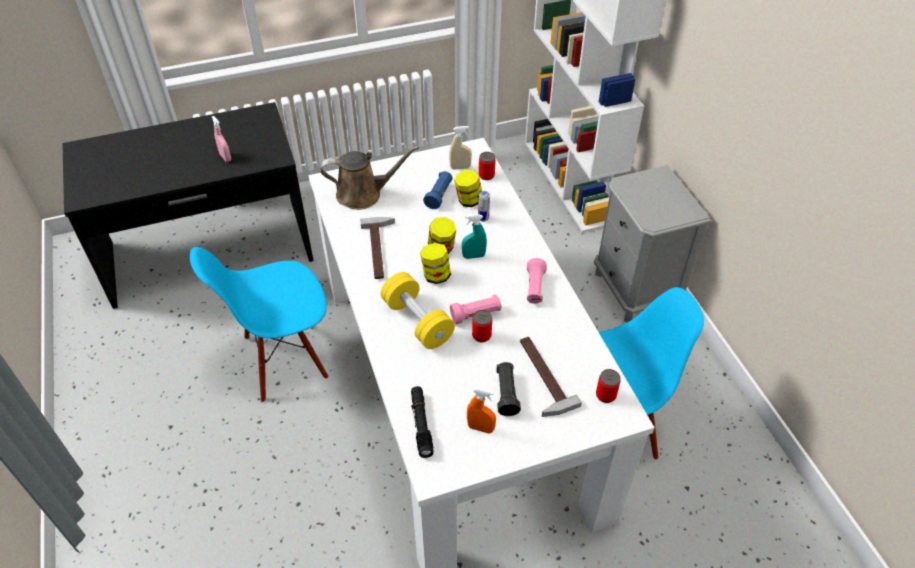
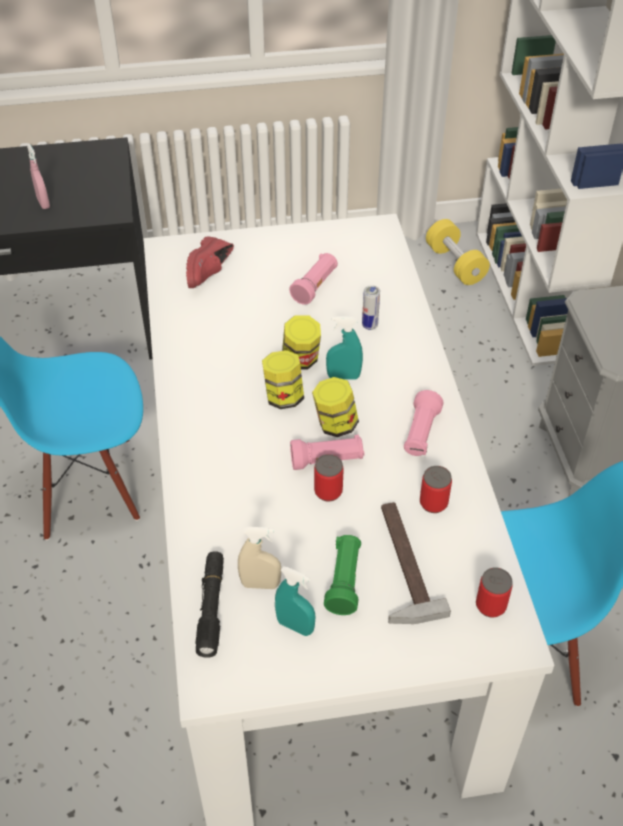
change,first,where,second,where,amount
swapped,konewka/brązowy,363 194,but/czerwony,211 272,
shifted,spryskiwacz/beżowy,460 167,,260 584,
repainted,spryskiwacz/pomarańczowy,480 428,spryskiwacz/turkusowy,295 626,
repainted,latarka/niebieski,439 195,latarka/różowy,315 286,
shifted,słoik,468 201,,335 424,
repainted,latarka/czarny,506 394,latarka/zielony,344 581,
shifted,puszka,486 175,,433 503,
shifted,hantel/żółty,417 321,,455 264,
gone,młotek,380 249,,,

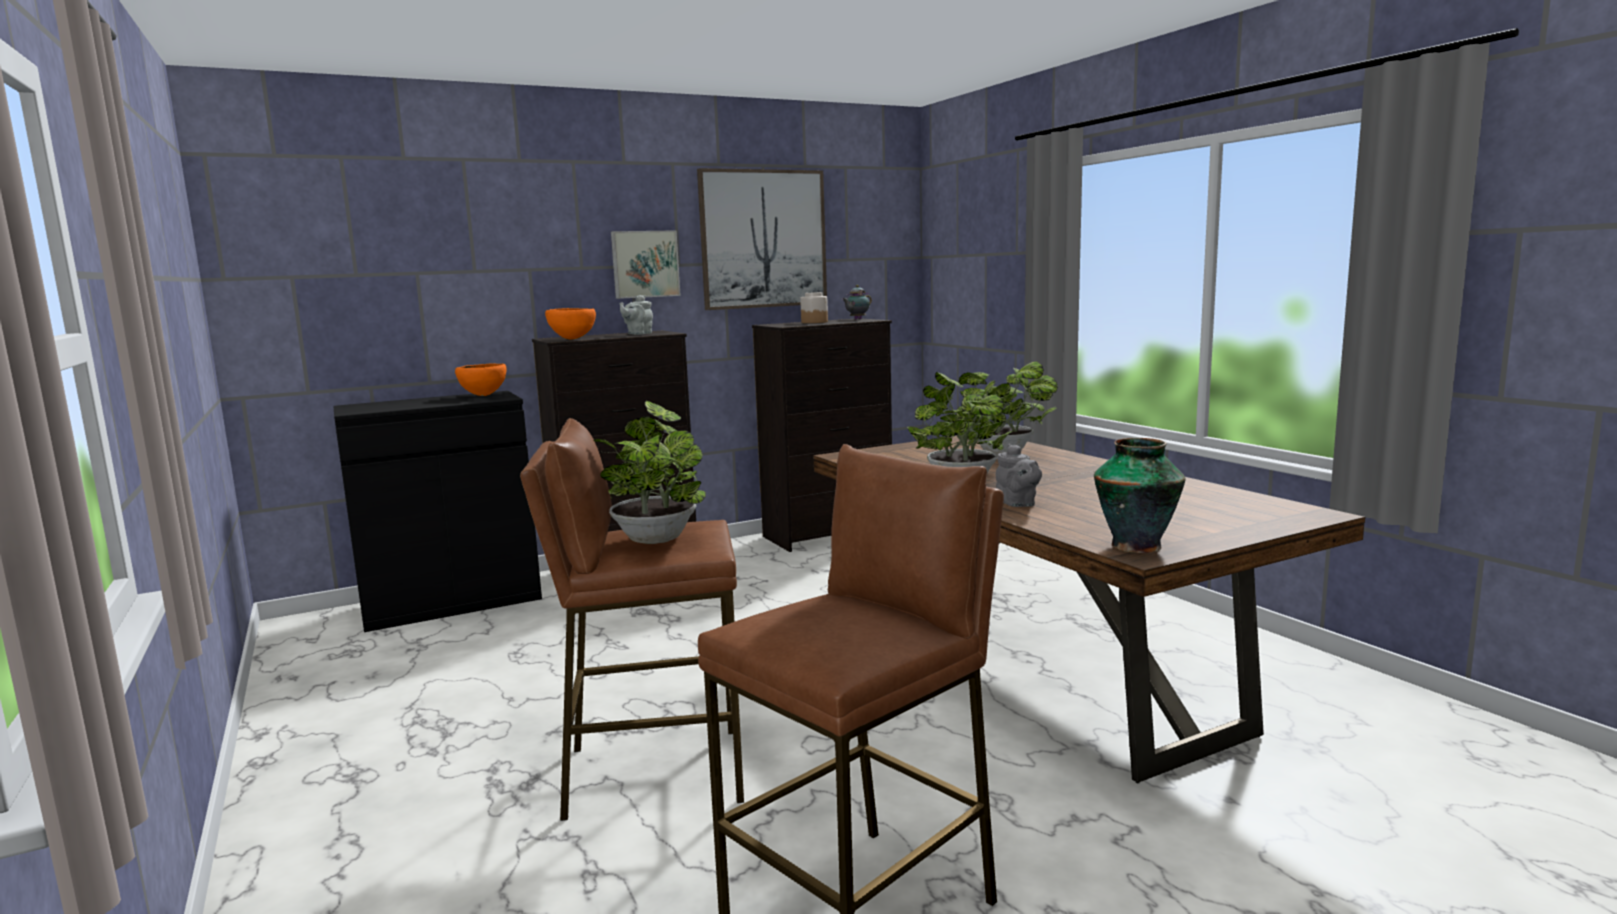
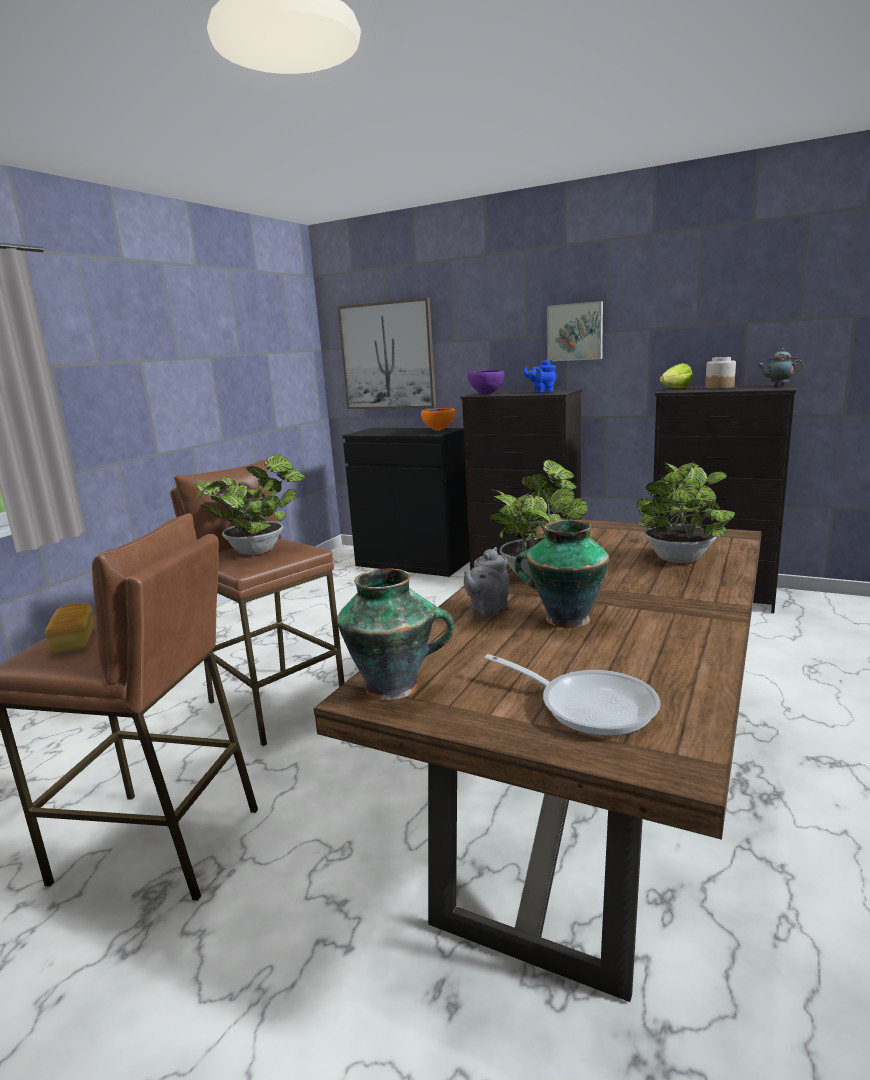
change,first,where,second,where,amount
new,,,chleb,74 641,
shifted,obraz,763 239,,387 356,
repainted,miska/pomarańczowy,572 339,miska/fioletowy,486 394,
new,,,patelnia,588 705,
new,,,wazon,565 619,
repainted,imbryk/szary,638 334,imbryk/niebieski,542 392,
new,,,sałata,672 389,

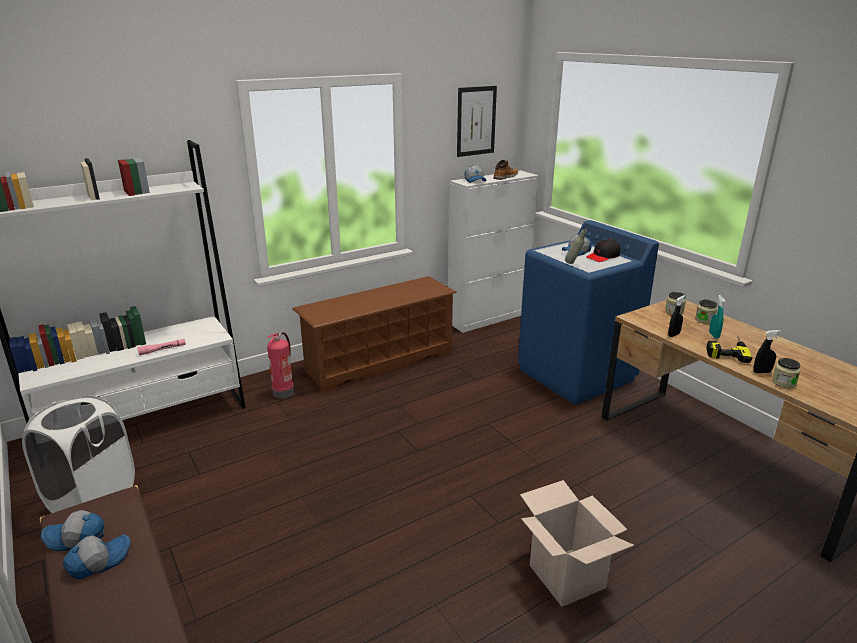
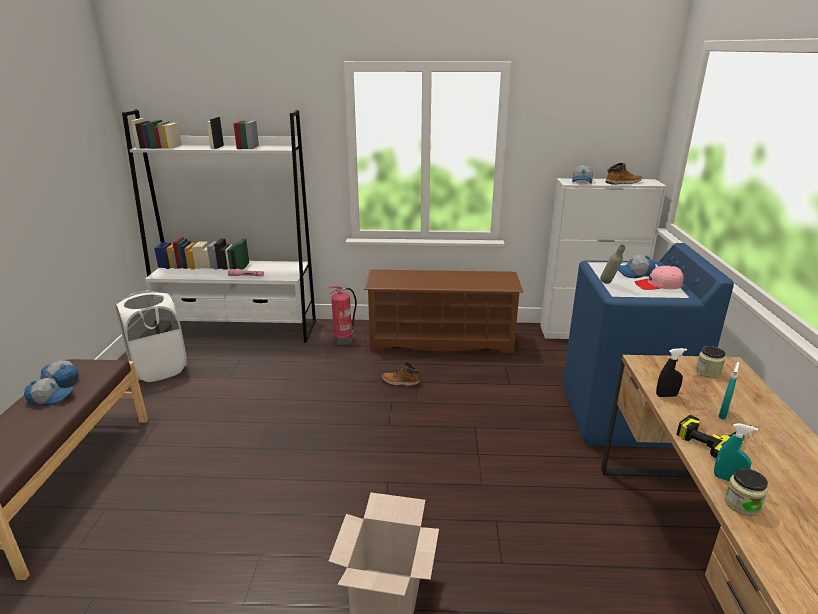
change,first,where,second,where,amount
new,,,but z cholewką,400 382,
repainted,czapka z daszkiem/czarny,603 256,czapka z daszkiem/różowy,658 285,
repainted,spryskiwacz/czarny,762 372,spryskiwacz/turkusowy,728 479,
gone,obraz,476 121,,,
gone,słoik,704 320,,,

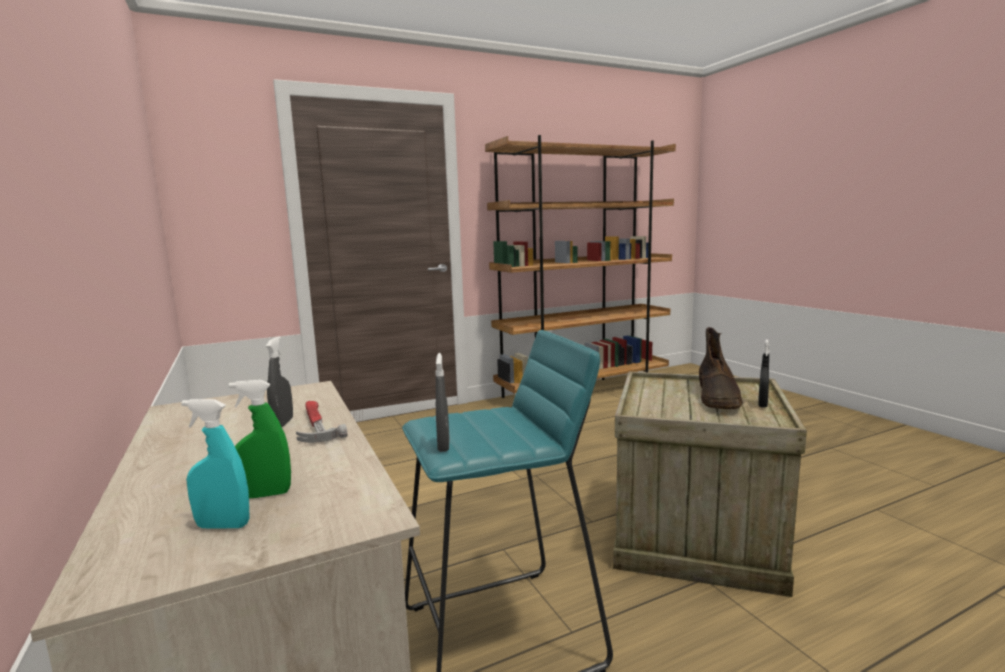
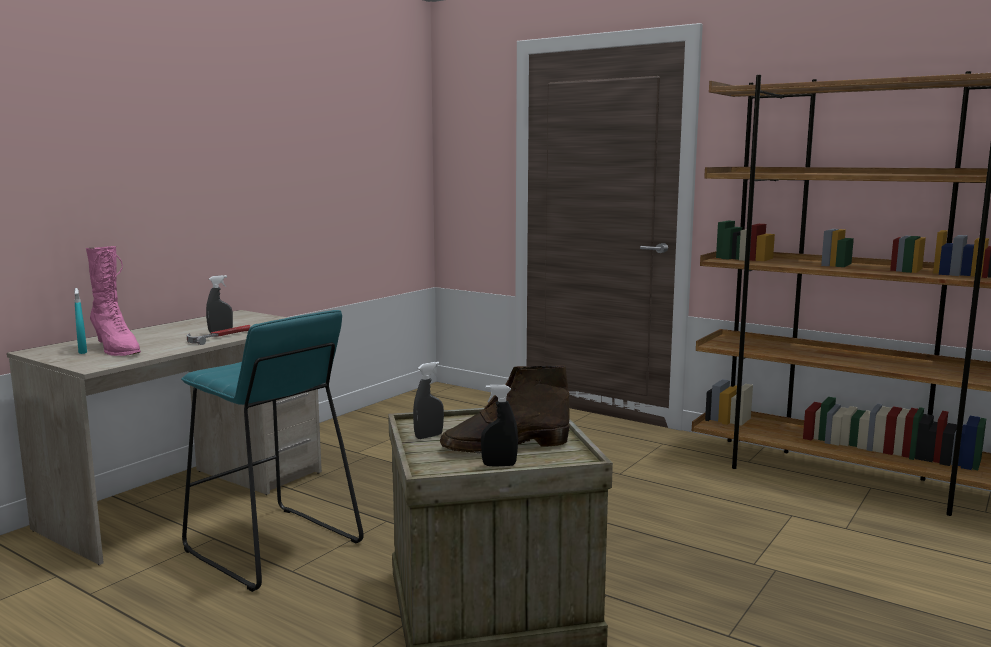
change,first,where,second,where,amount
swapped,spryskiwacz/zielony,265 494,but z cholewką/różowy,116 349,
shifted,spryskiwacz/szary,443 445,,429 436,

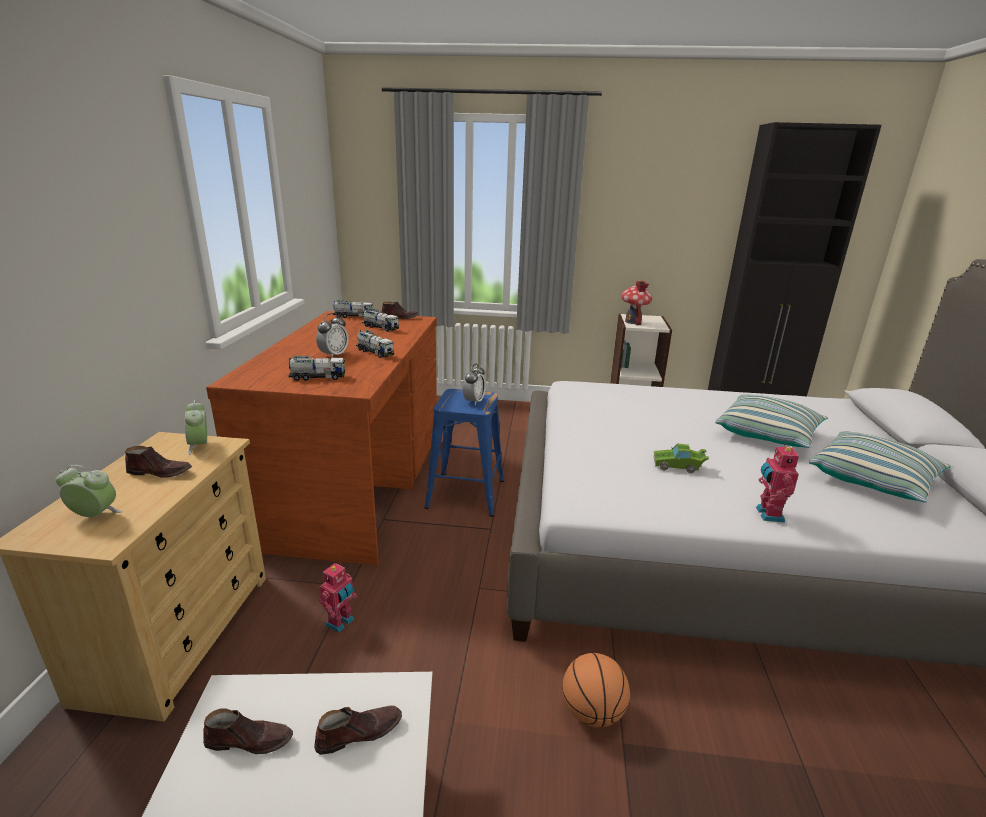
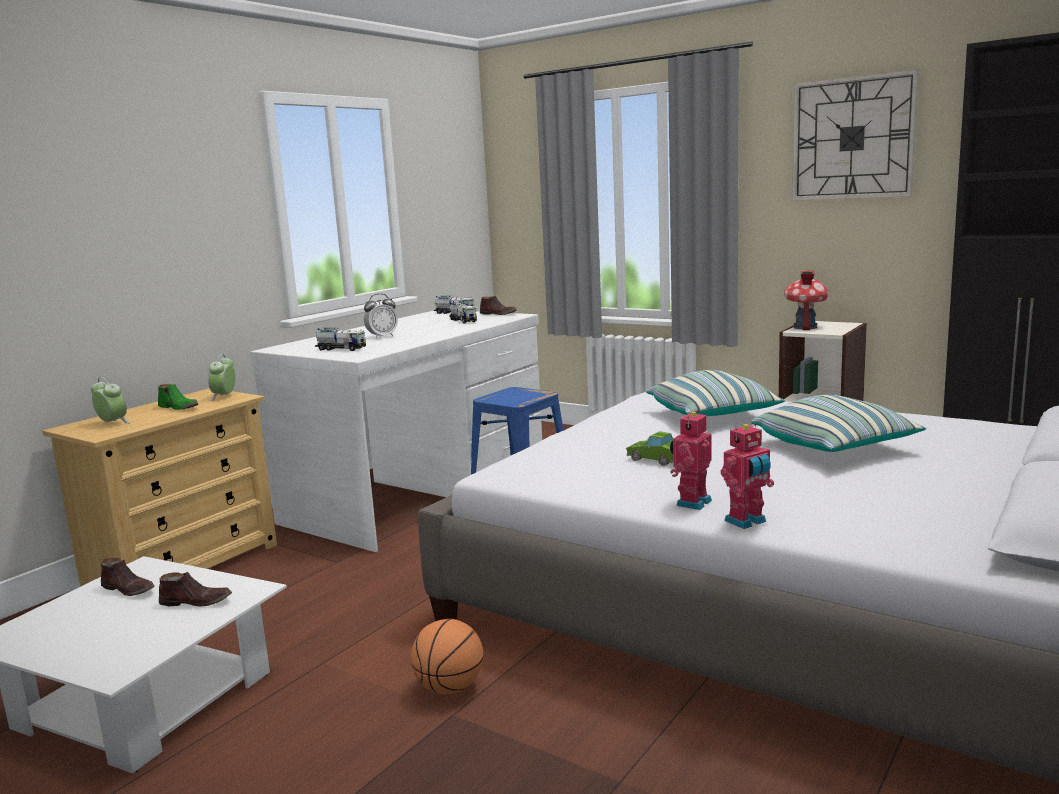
change,first,where,second,where,amount
repainted,but/brązowy,160 472,but/zielony,179 407,
repainted,biurko/brązowy,356 486,biurko/biały,420 493,
shifted,poduszka,873 480,,713 415,
shifted,robot zabawkowy,341 623,,747 522,
new,,,zegar ścienny,852 138,
gone,ciężarówka zabawkowa,375 352,,,
gone,budzik,474 401,,,

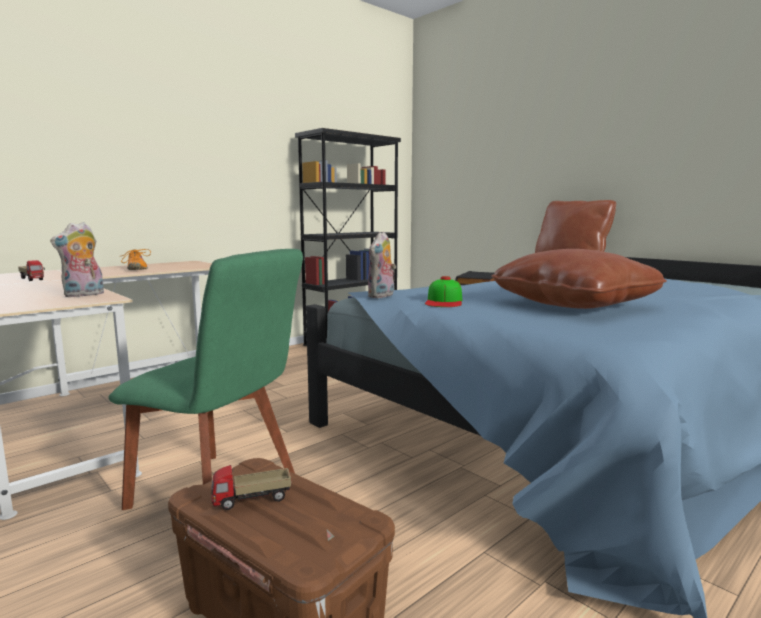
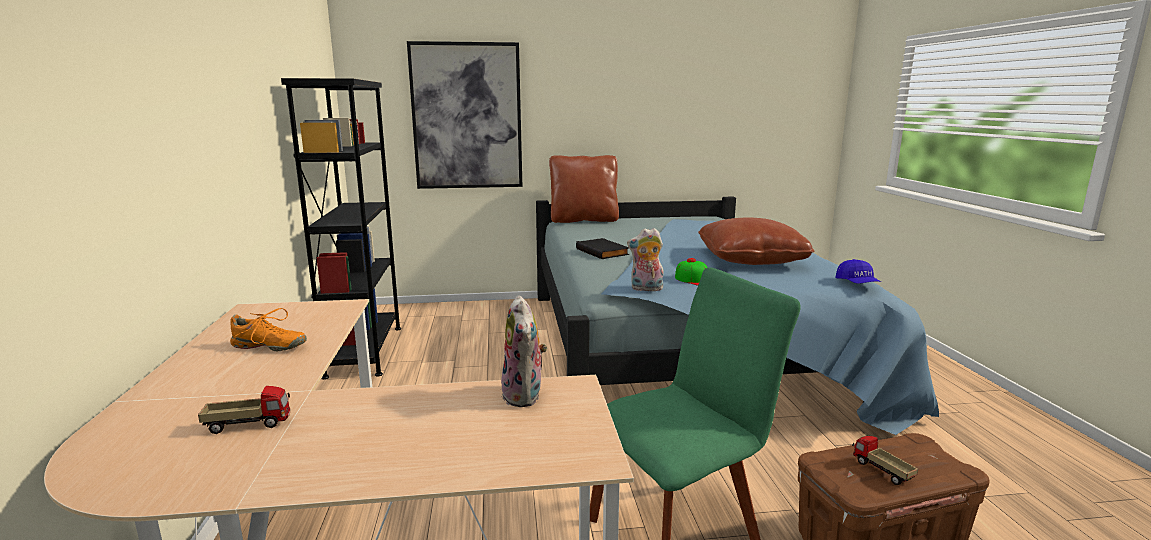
change,first,where,second,where,amount
new,,,obraz,467 116,
rotated,pluszak,382 296,,646 289,120 degrees clockwise
new,,,czapka z daszkiem/niebieski,857 284,
rotated,ciężarówka zabawkowa,252 500,,881 471,135 degrees clockwise

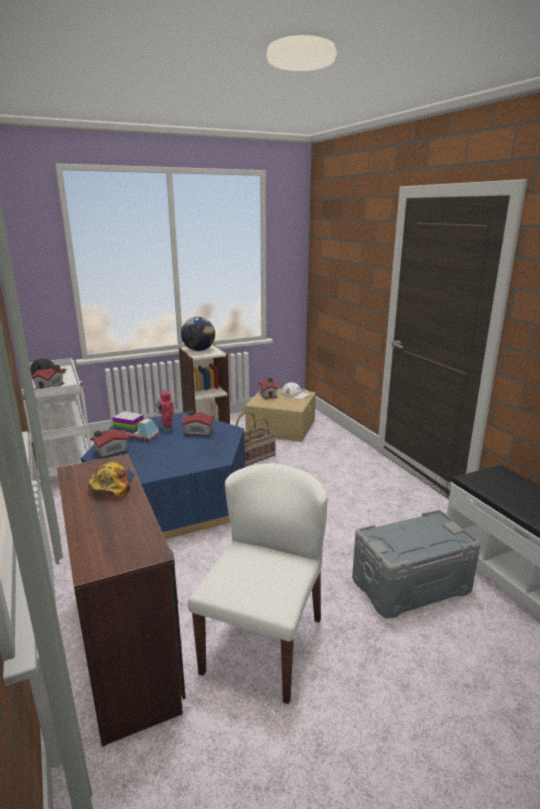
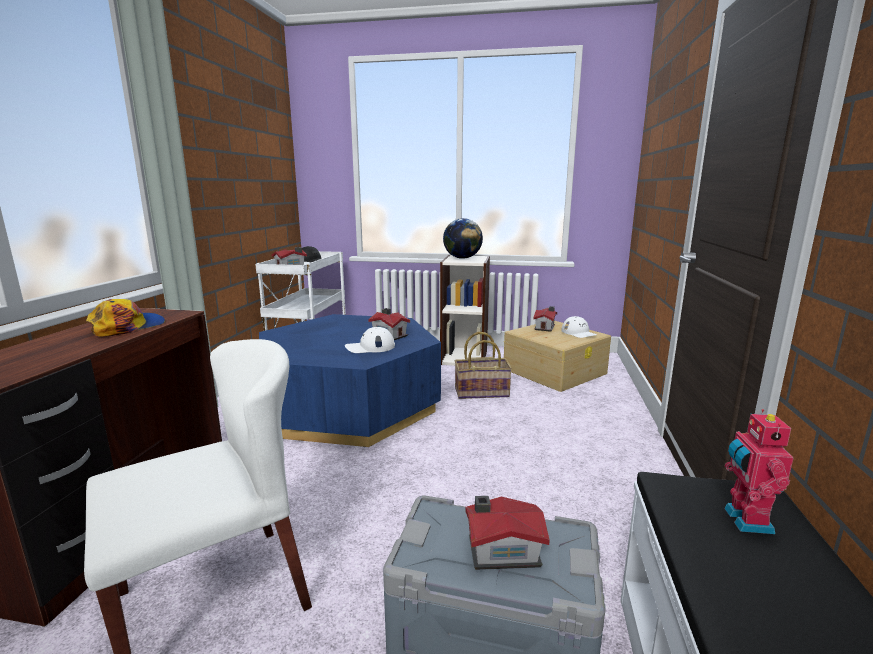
change,first,where,second,where,amount
new,,,czapka z daszkiem/biały,370 347,
shifted,domek,110 451,,501 550,
shifted,robot zabawkowy,167 429,,745 520,
gone,ciężarówka zabawkowa,136 436,,,

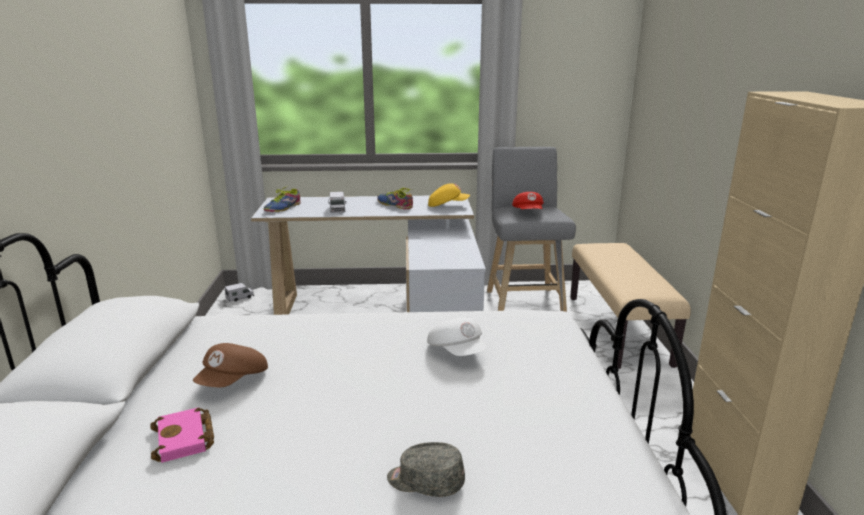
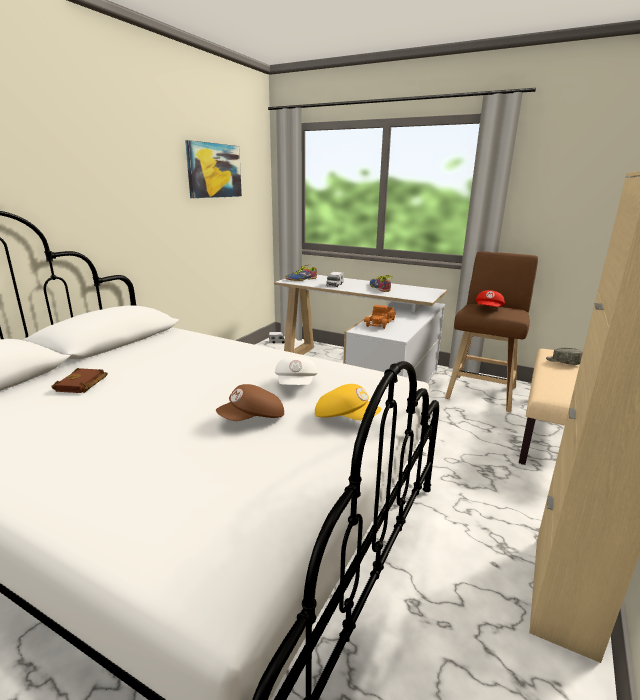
change,first,where,second,where,amount
repainted,książka/różowy,185 439,książka/brązowy,82 385,
new,,,obraz,214 170,
shifted,czapka z daszkiem/brązowy,234 381,,253 419,
shifted,czapka z daszkiem/żółty,447 205,,346 418,
new,,,ciężarówka zabawkowa,381 322,
repainted,stołek/szary,524 302,stołek/brązowy,482 391,
shifted,czapka z daszkiem/szary,425 482,,562 362,

